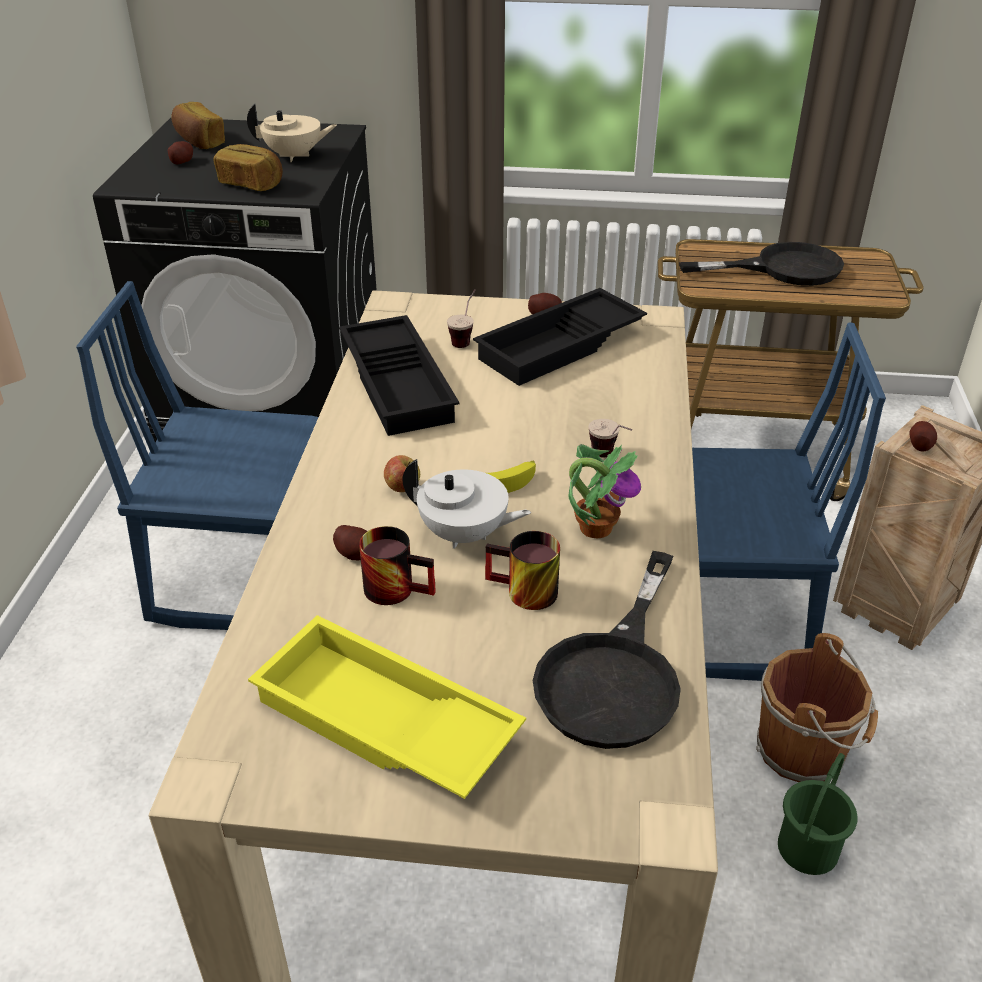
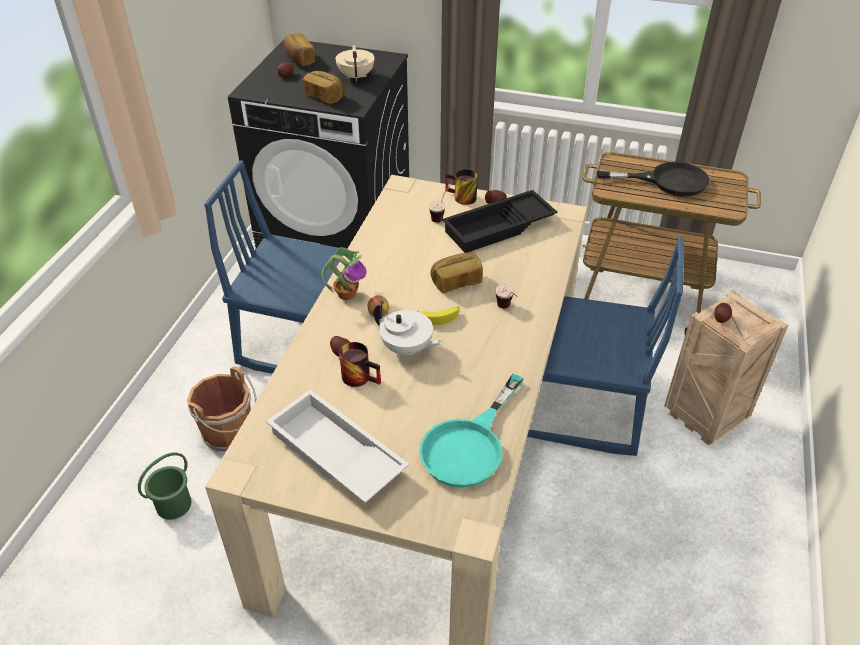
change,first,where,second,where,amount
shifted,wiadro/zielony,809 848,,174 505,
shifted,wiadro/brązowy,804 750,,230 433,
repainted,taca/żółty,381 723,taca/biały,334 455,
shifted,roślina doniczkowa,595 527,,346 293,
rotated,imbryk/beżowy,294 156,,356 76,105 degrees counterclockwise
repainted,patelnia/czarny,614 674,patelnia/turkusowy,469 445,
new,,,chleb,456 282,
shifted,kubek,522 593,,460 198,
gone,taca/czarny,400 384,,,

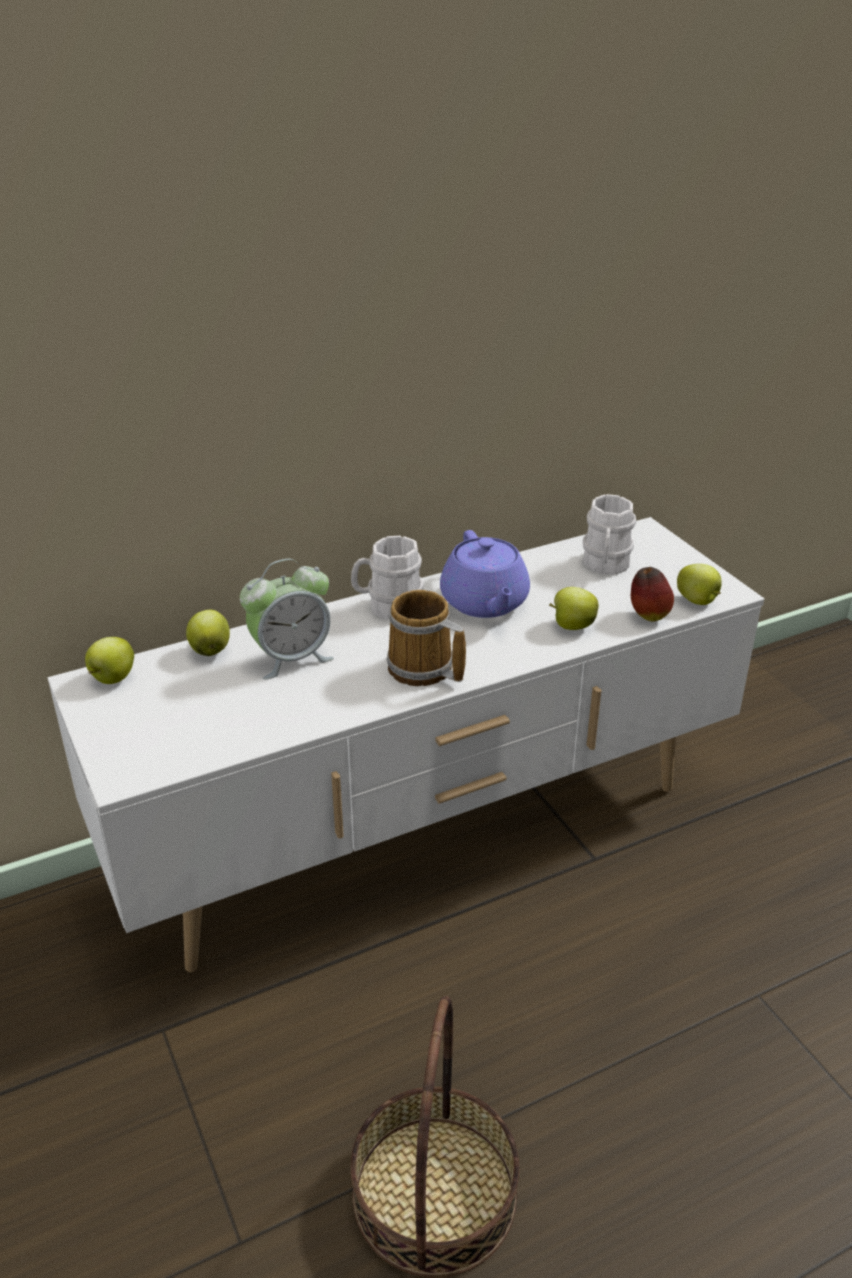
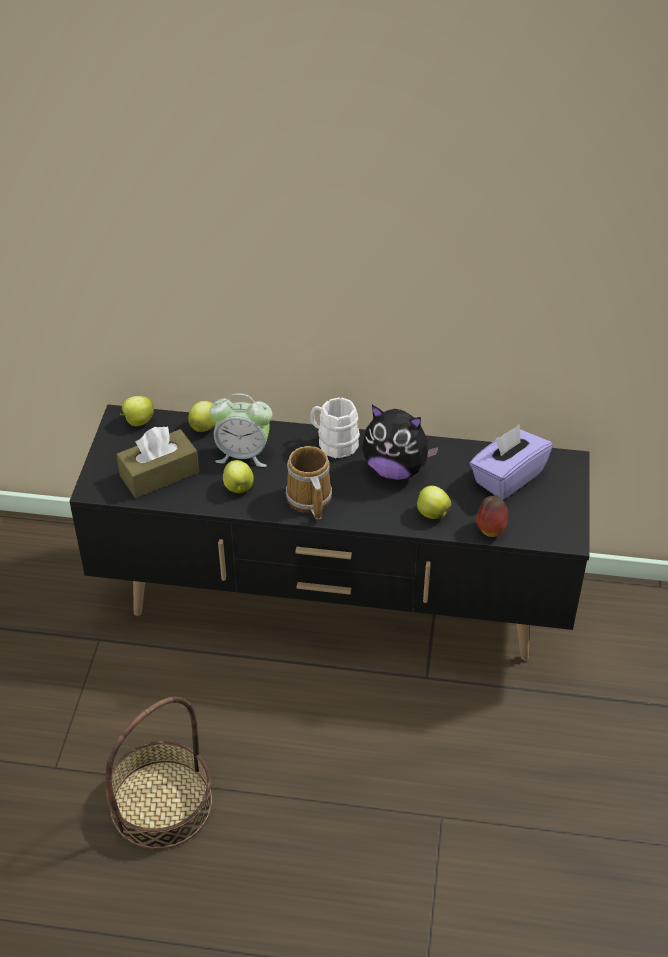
change,first,where,second,where,amount
repainted,szafka pod telewizor/biały,426 835,szafka pod telewizor/czarny,335 604,
new,,,pudełko chusteczek/brązowy,159 474,
shifted,jabłko,698 601,,238 488,
swapped,imbryk/fioletowy,485 603,pluszak,395 469,
swapped,kubek/biały,605 566,pudełko chusteczek/fioletowy,507 477,

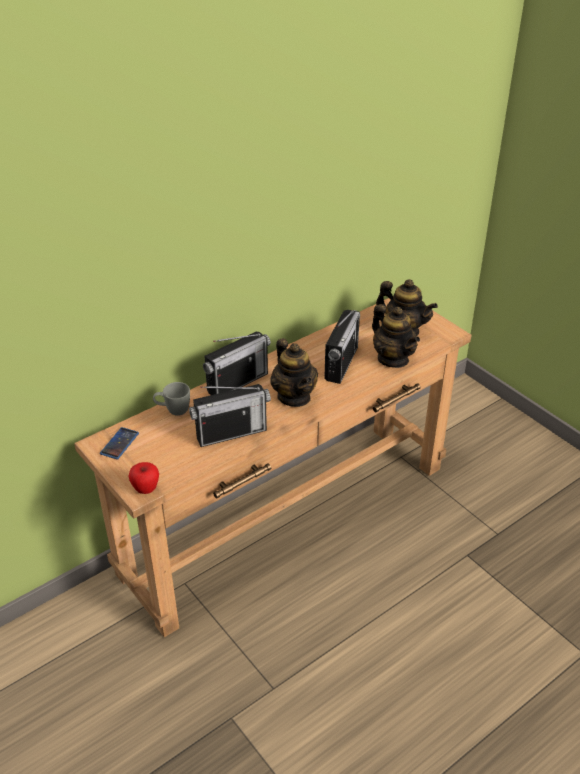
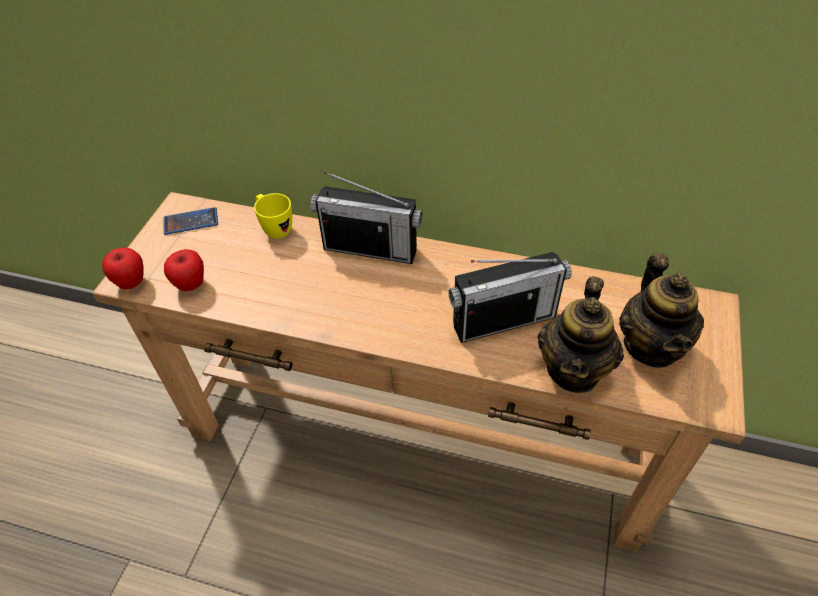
change,first,where,second,where,amount
new,,,jabłko,191 285,
repainted,kubek/szary,173 411,kubek/żółty,275 228,
gone,radio,231 433,,,
gone,imbryk,294 396,,,

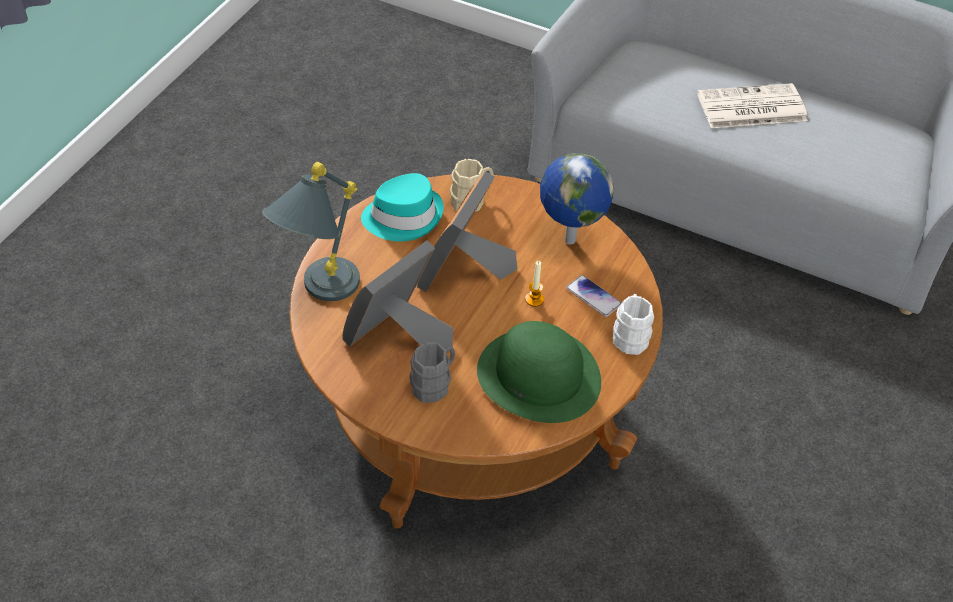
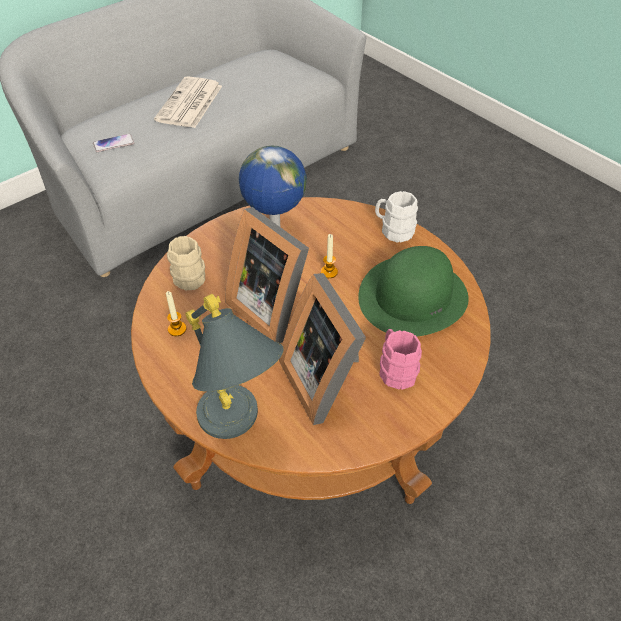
change,first,where,second,where,amount
shifted,telefon,593 297,,113 144,
swapped,kapelusz/turkusowy,403 216,świeca,177 329,
repainted,kubek/szary,434 384,kubek/różowy,395 369,

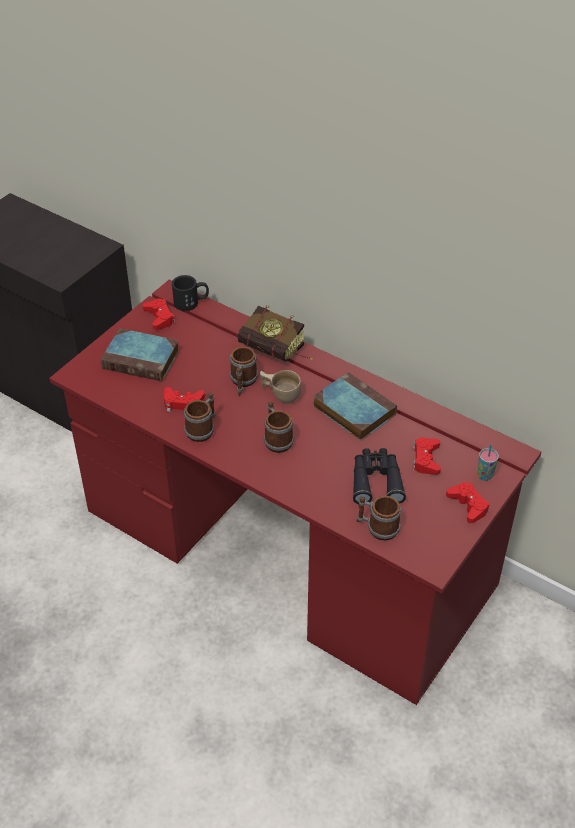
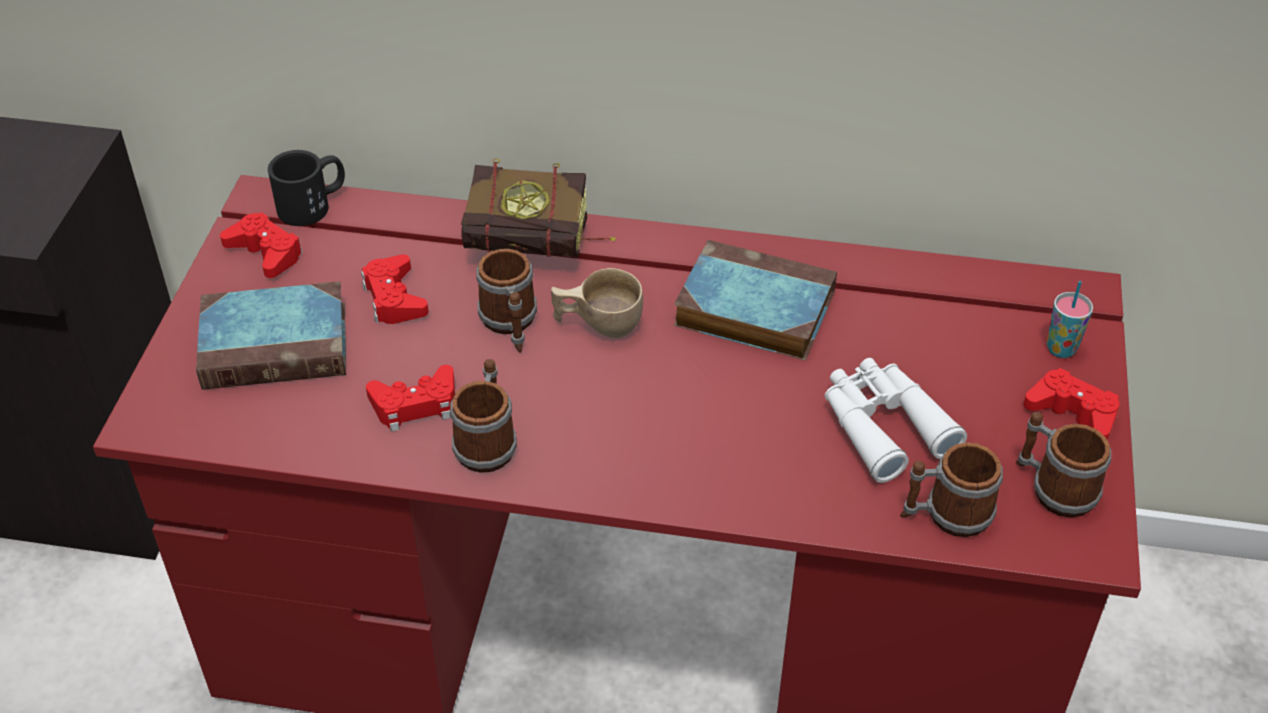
change,first,where,second,where,amount
shifted,pad do gier/czerwony,426 459,,394 298,
repainted,lornetka/czarny,376 481,lornetka/biały,883 426,
shifted,kubek,276 439,,1053 488,

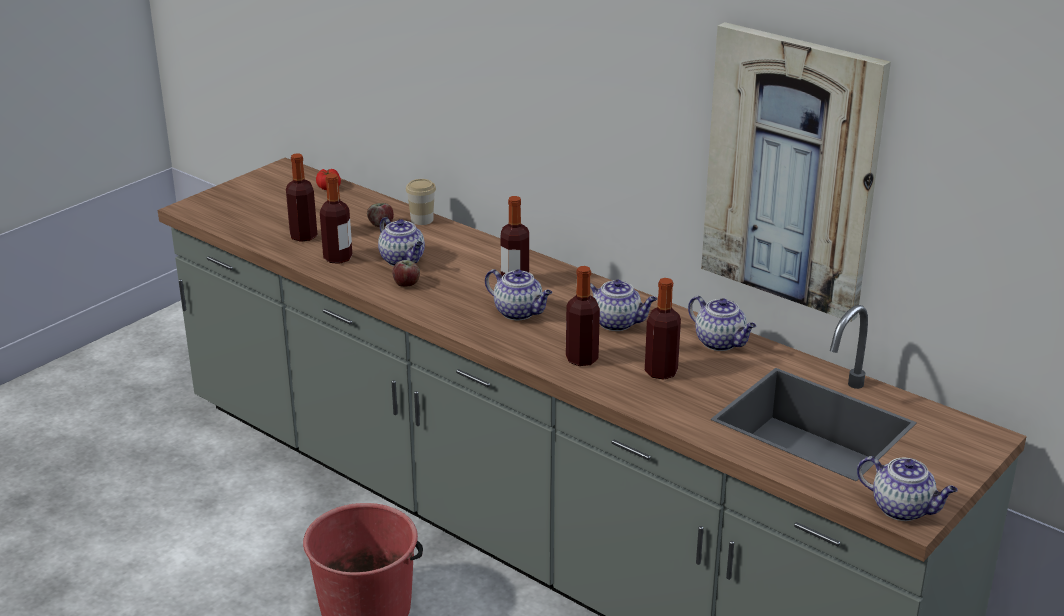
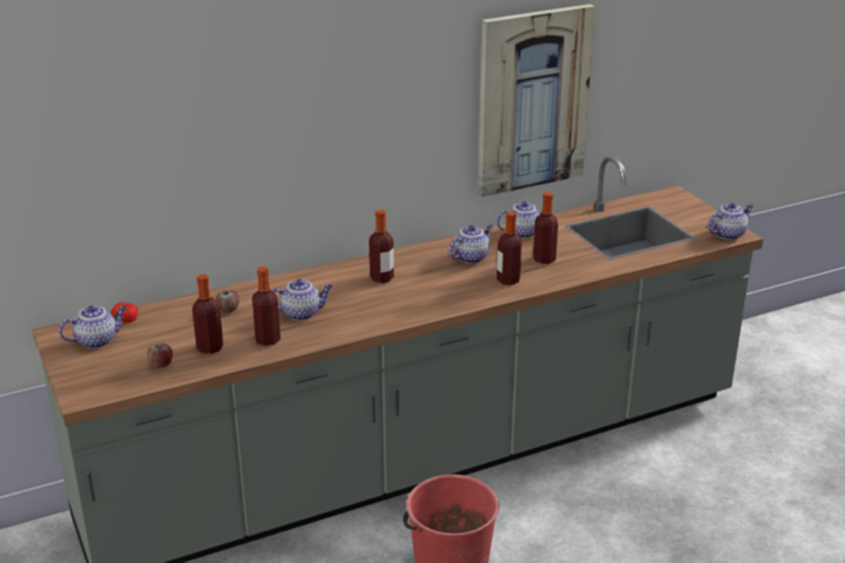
change,first,where,second,where,amount
shifted,imbryk,519 312,,97 340,
shifted,jabłko,407 284,,161 364,
gone,filiżanka,422 220,,,

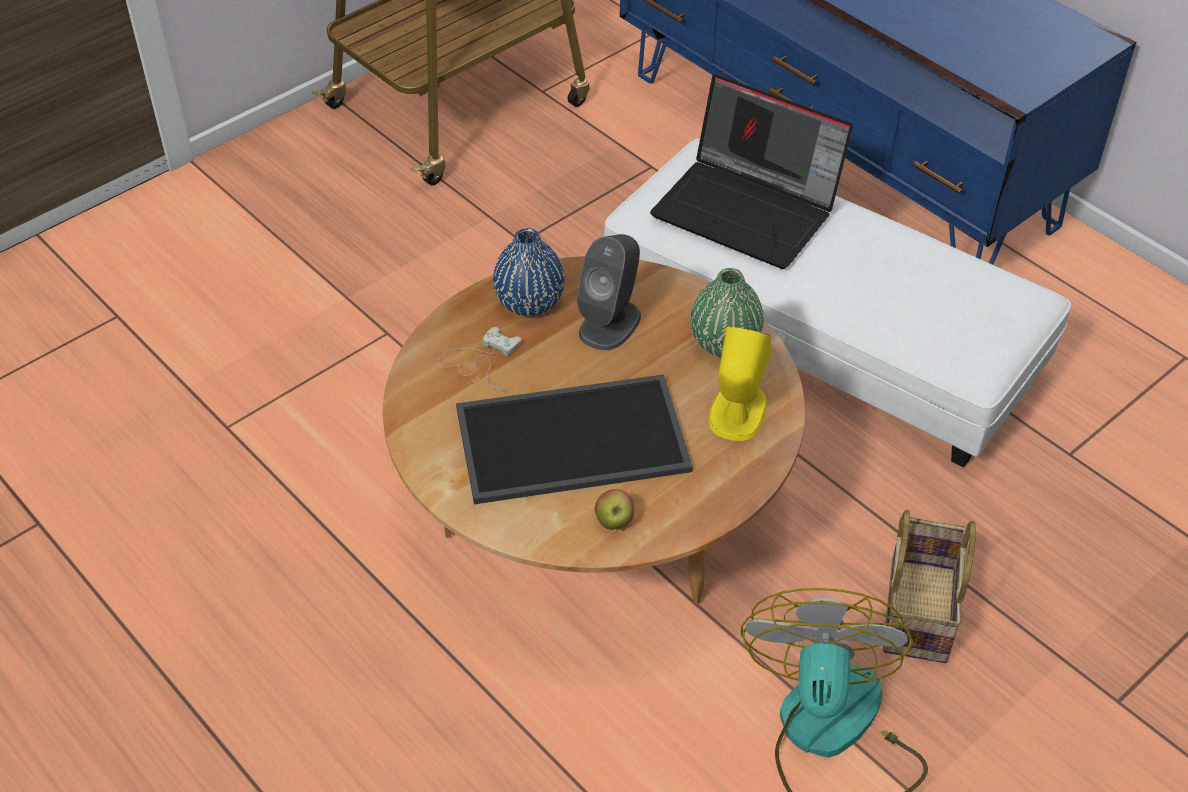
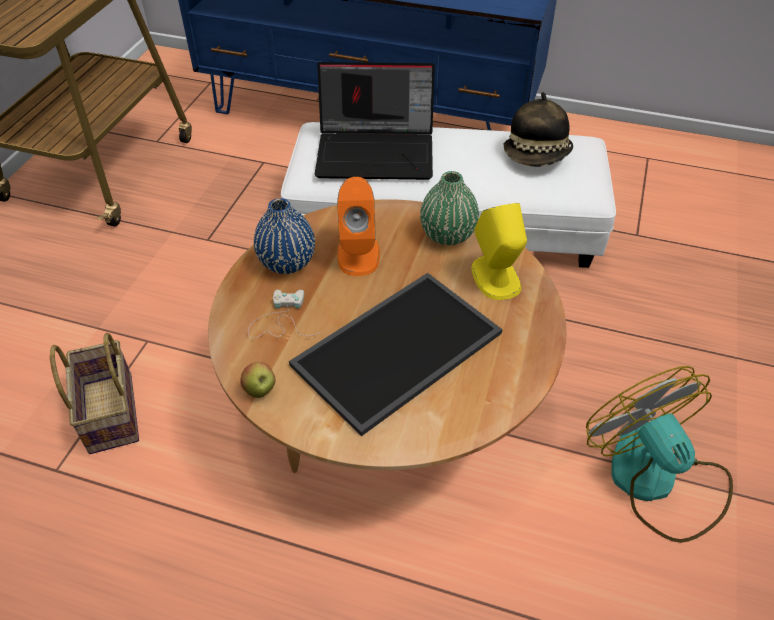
change,first,where,second,where,amount
shifted,koszyk,916 607,,108 411,
shifted,jabłko,614 522,,260 390,
repainted,głośnik/szary,610 323,głośnik/pomarańczowy,358 253,
new,,,kapelusz,537 156,

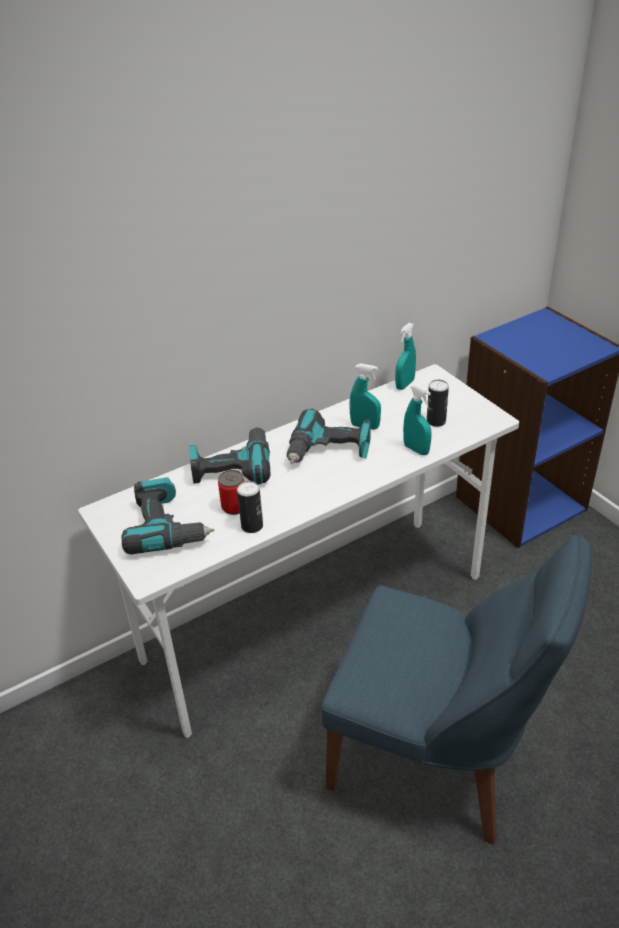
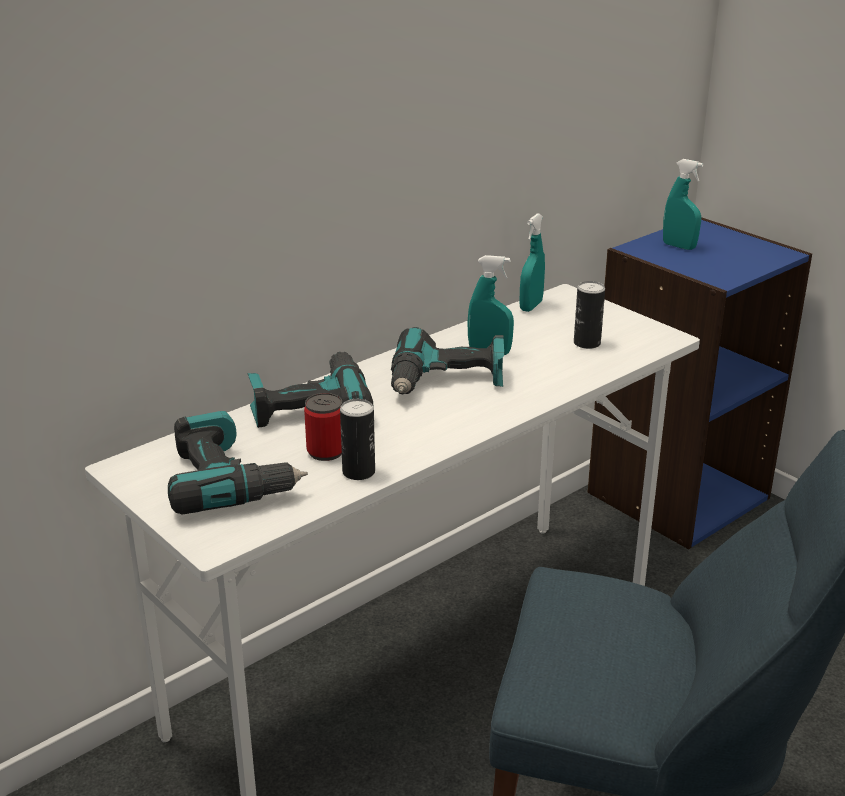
change,first,where,second,where,amount
shifted,spryskiwacz/turkusowy,416 449,,679 246,

